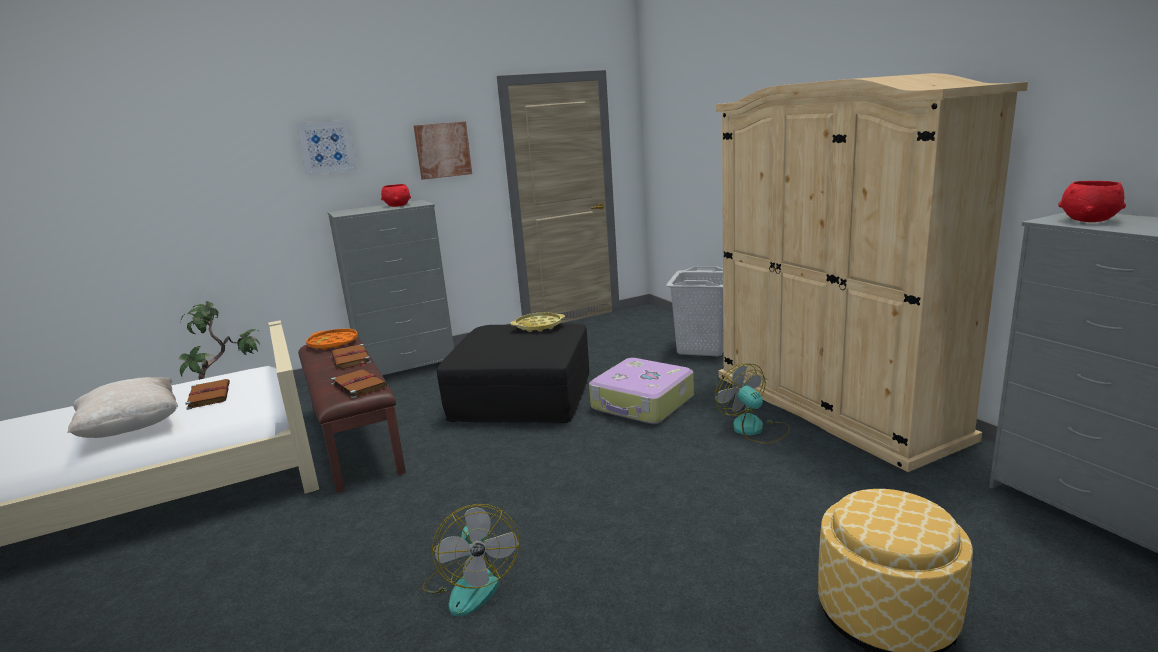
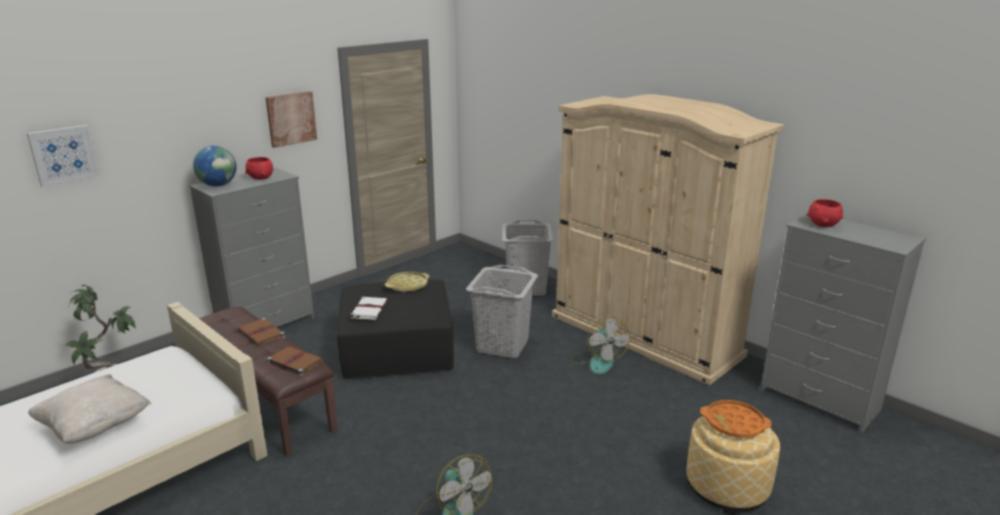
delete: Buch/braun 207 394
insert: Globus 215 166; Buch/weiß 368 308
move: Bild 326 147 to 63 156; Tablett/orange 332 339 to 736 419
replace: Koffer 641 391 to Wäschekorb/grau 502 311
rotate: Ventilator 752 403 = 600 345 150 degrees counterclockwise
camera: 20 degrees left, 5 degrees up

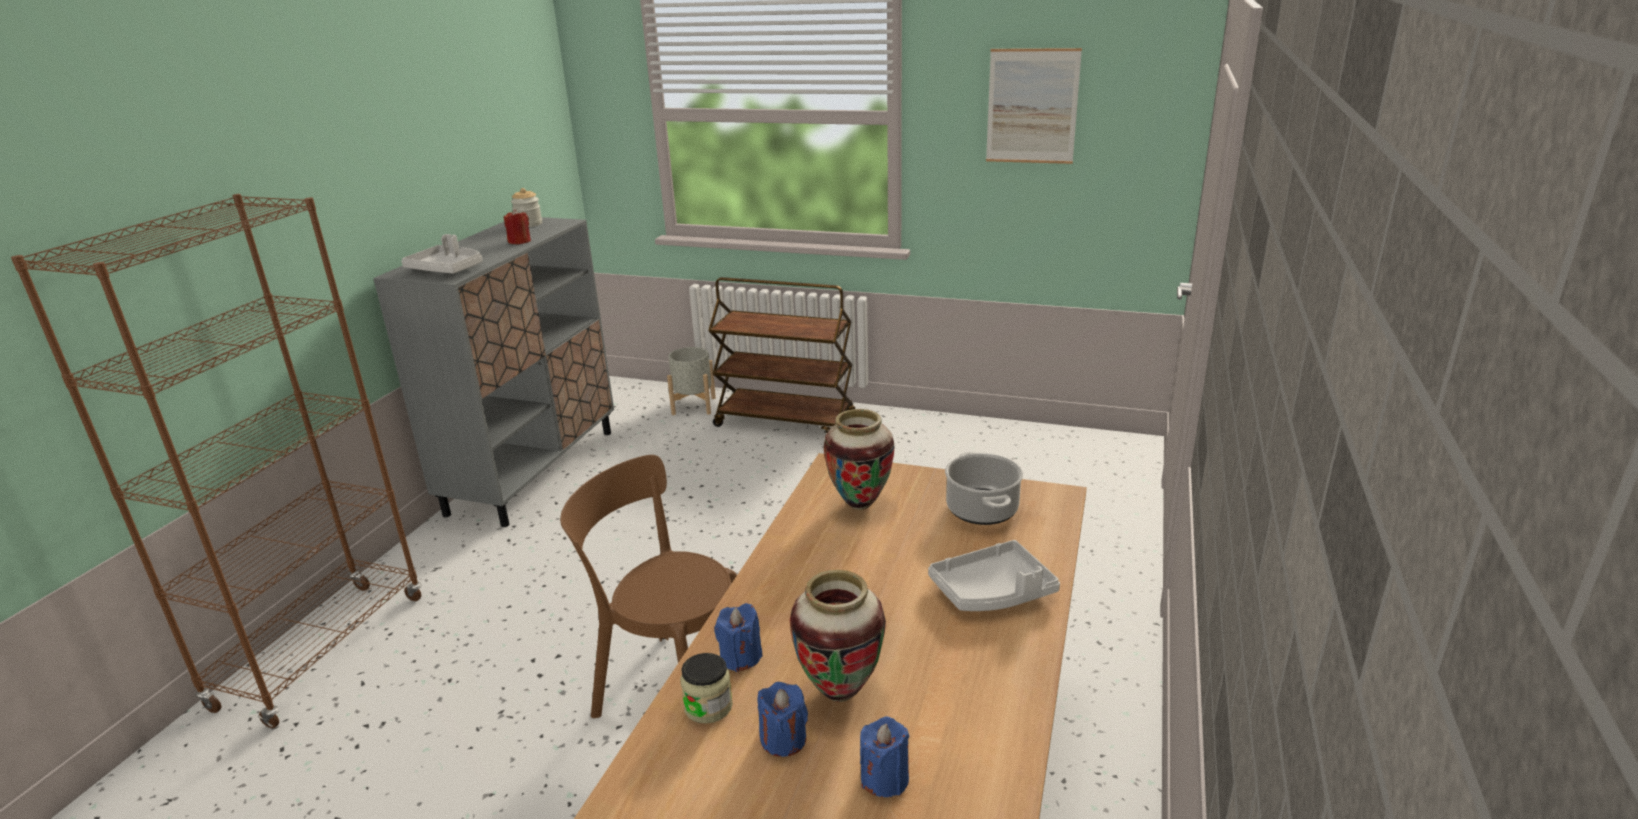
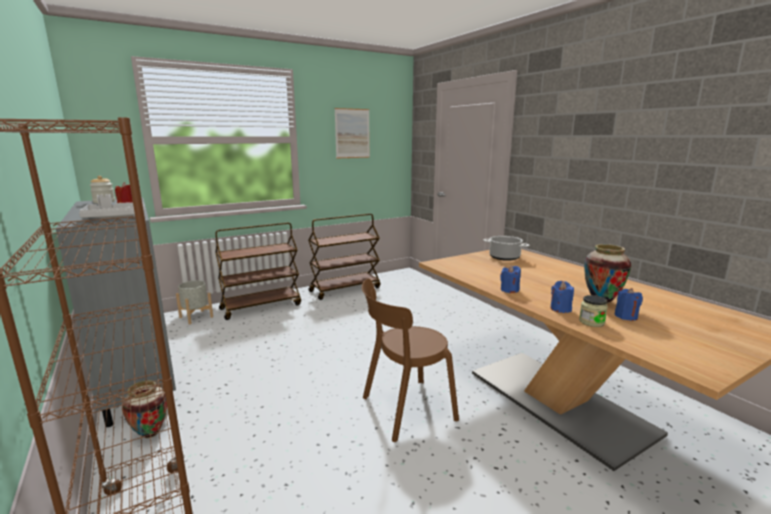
delete: Tablett/grau 994 575
insert: Rollwagen/braun 344 257
move: Vase 859 459 to 145 409; Kerze/blau 885 756 to 510 279
camera: 50 degrees left, 10 degrees down

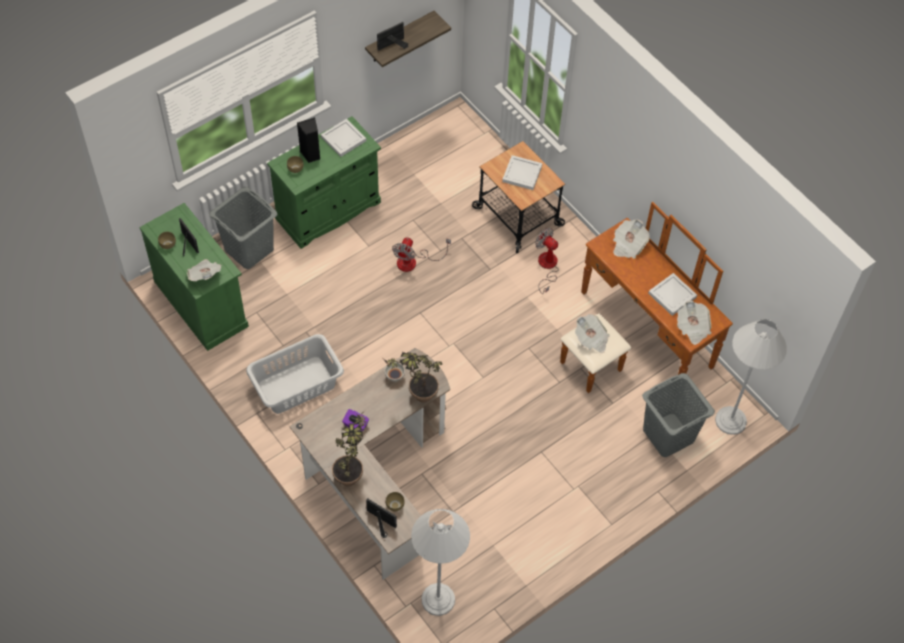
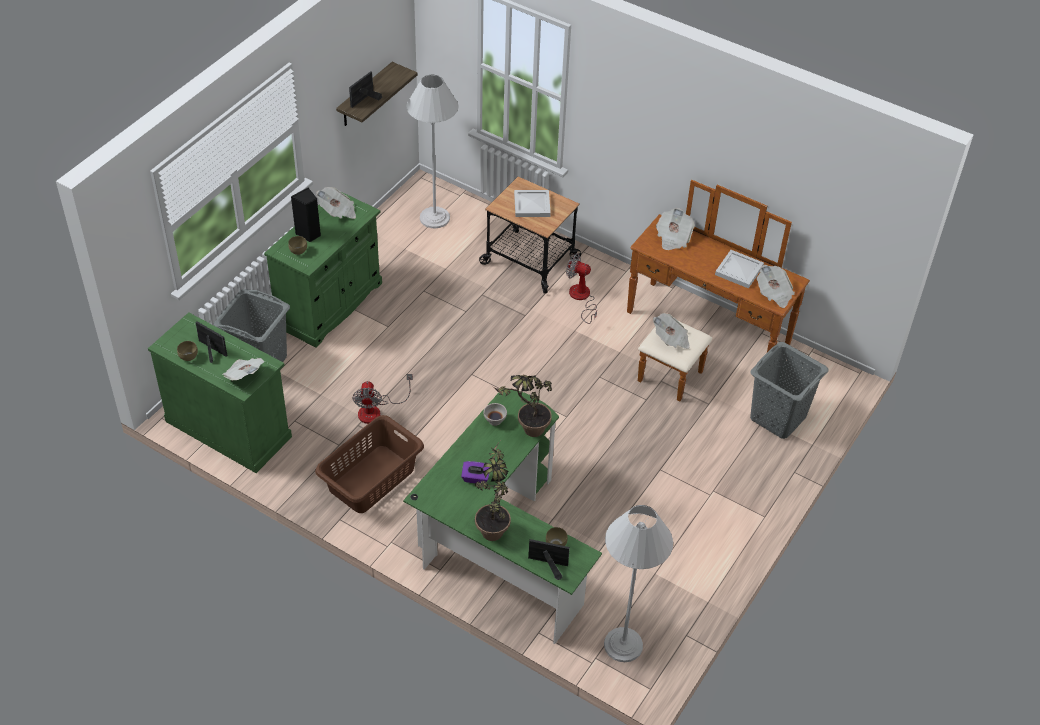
move: Ventilator 421 254 to 382 399; Stehlampe/weiß 751 377 to 432 151
replace: Tablett/weiß 343 138 to Zeitung 336 203
recolor: Wäschekorb/grau 295 374 to Wäschekorb/braun 369 464; Schreibtisch/braun 369 464 to Schreibtisch/grün 502 516
camera: 20 degrees left, 10 degrees down

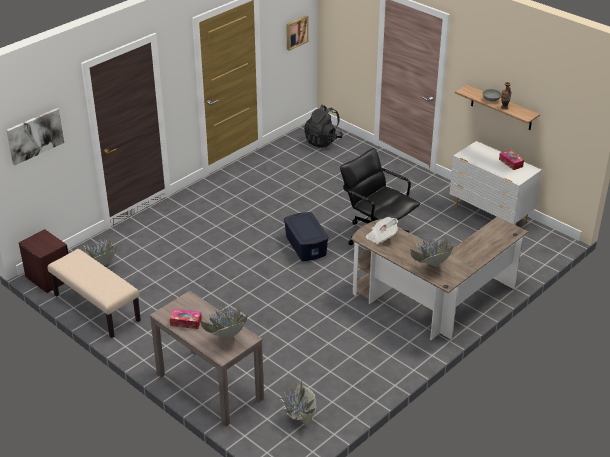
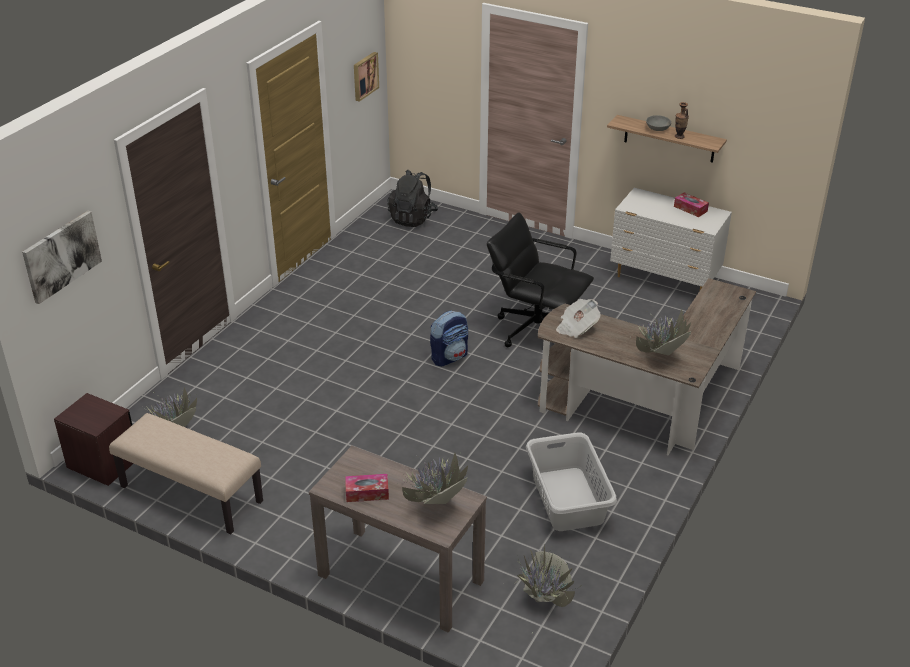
insert: Wäschekorb/grau 571 481
replace: Aufbewahrungsbox/blau 306 236 to Rucksack 449 339
camera: 15 degrees left, 0 degrees up

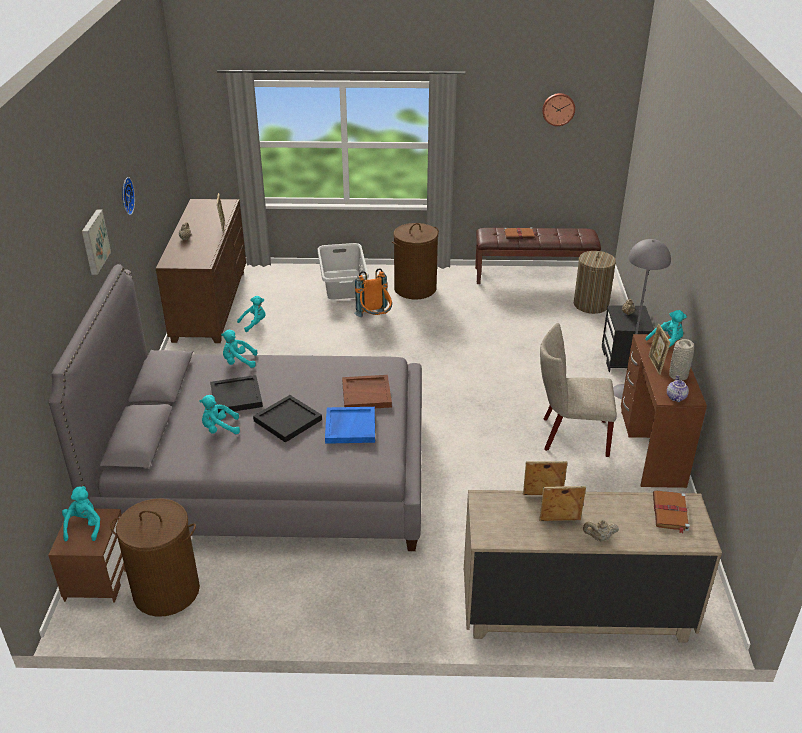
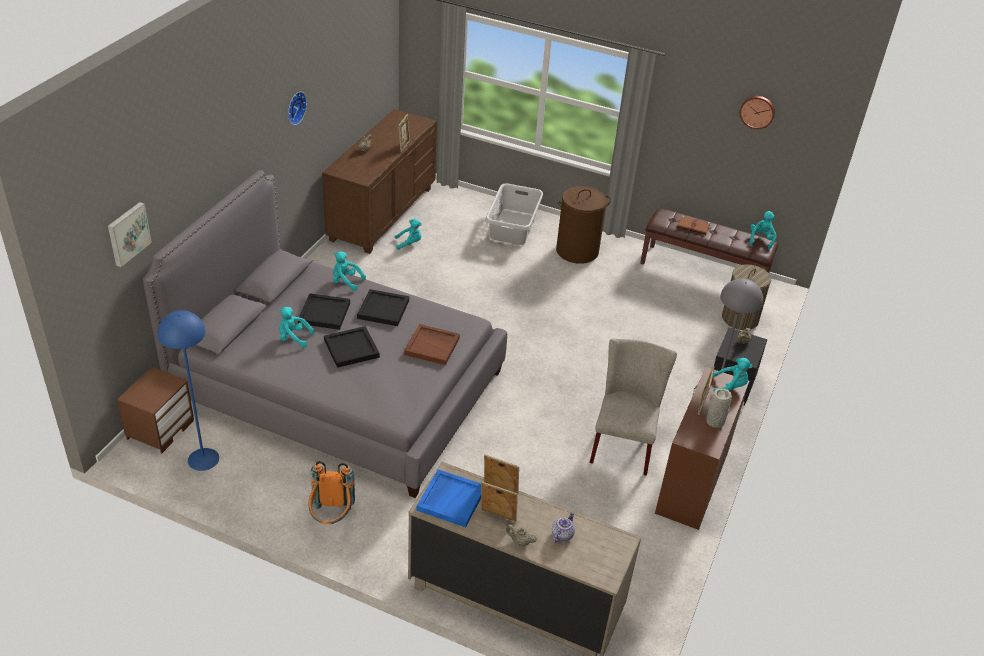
delete: Buch/braun 671 511
insert: Tablett/schwarz 383 307
move: Plüschtier/türkis 81 513 to 762 230; Bild 96 242 to 130 234; Tablett/blau 350 425 to 449 498; Rucksack/orange 373 292 to 332 492; Teekanne 678 388 to 563 527
replace: Wäschekorb/braun 155 557 to Stehlampe/blau 188 390
rotate: Stuhl/beige 578 390 = 633 407 75 degrees clockwise
camera: 20 degrees right, 5 degrees up

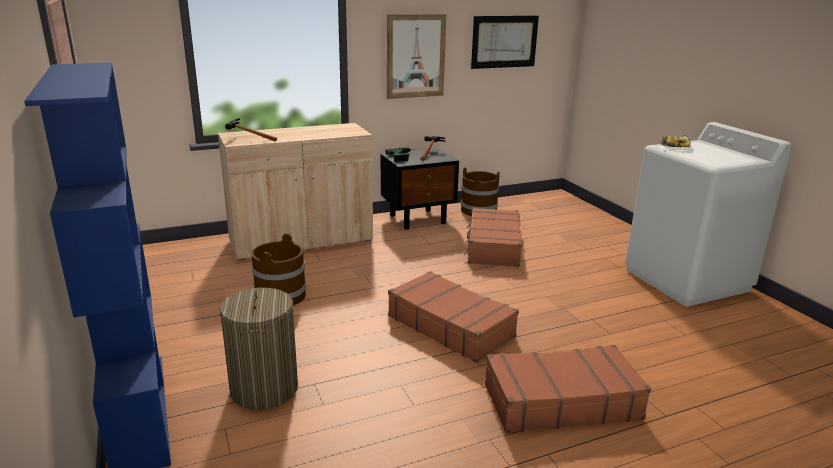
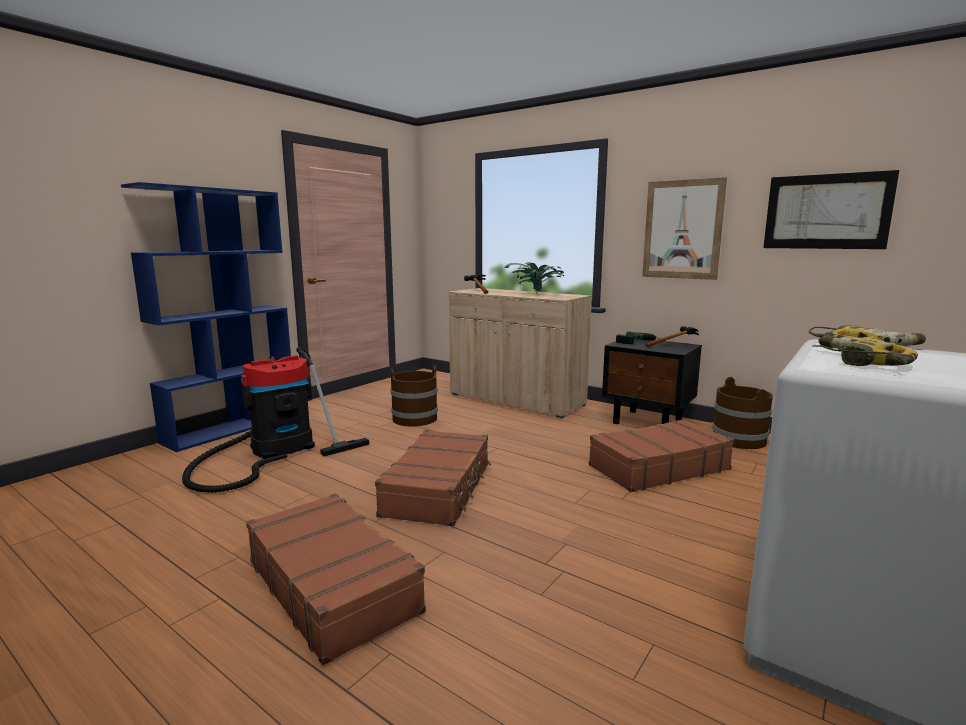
insert: Topfpflanze 535 277; Bohrmaschine 865 350
replace: Wäschekorb 259 348 to Staubsauger 275 420
camera: 60 degrees right, 10 degrees down

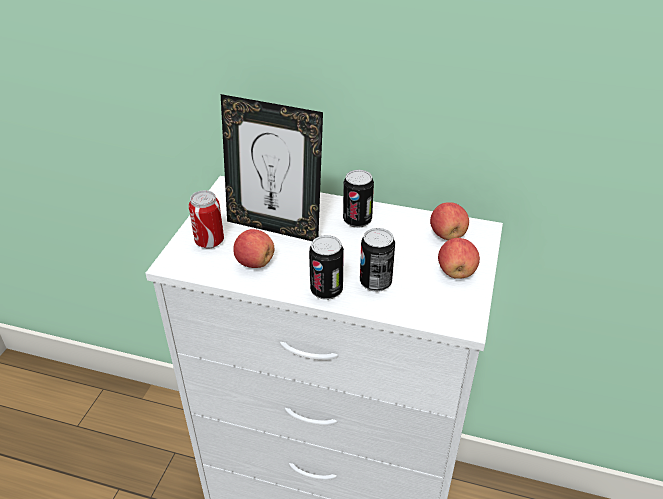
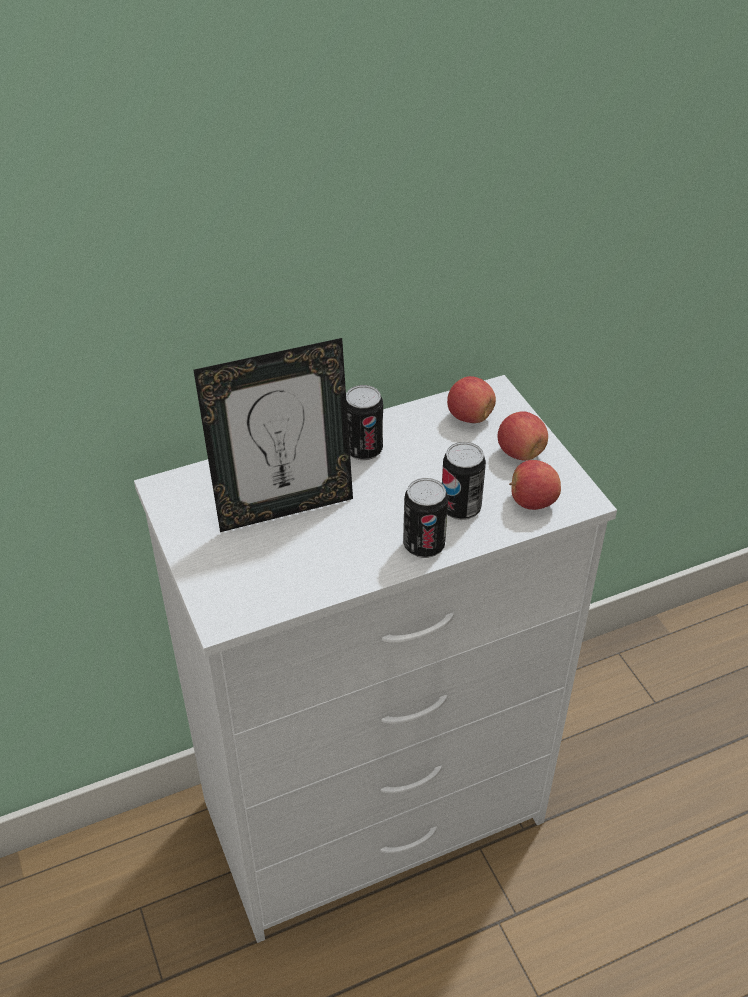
delete: Dose 206 219
move: Apfel 253 248 to 535 485
camera: 40 degrees left, 5 degrees up

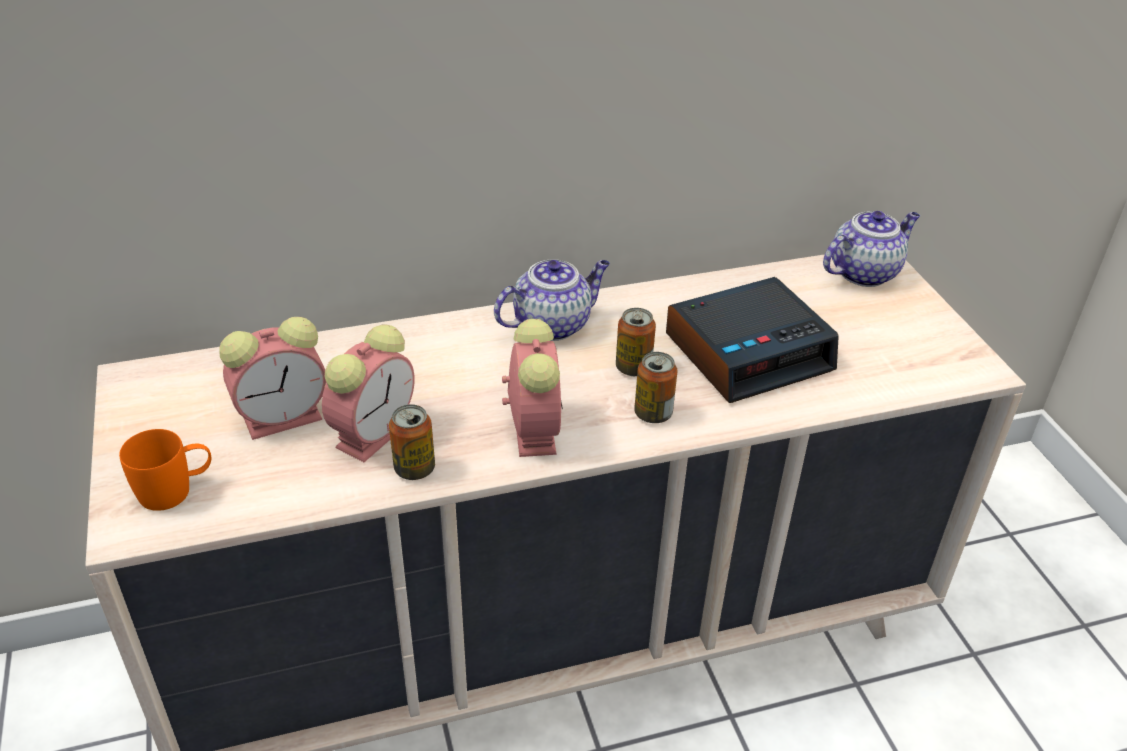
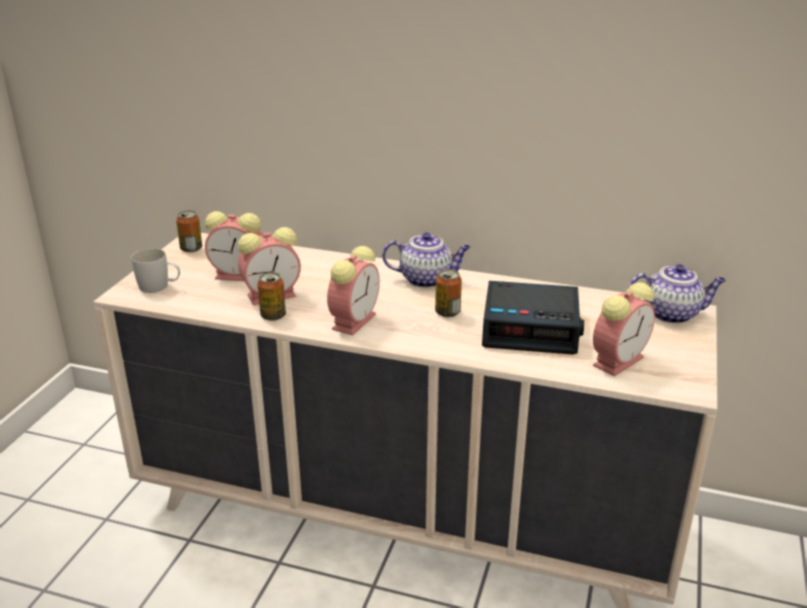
insert: Wecker 624 329
move: Dose 655 387 to 189 231
recolor: Henkelbecher/orange 165 470 to Henkelbecher/weiß 155 270
camera: 35 degrees right, 10 degrees down

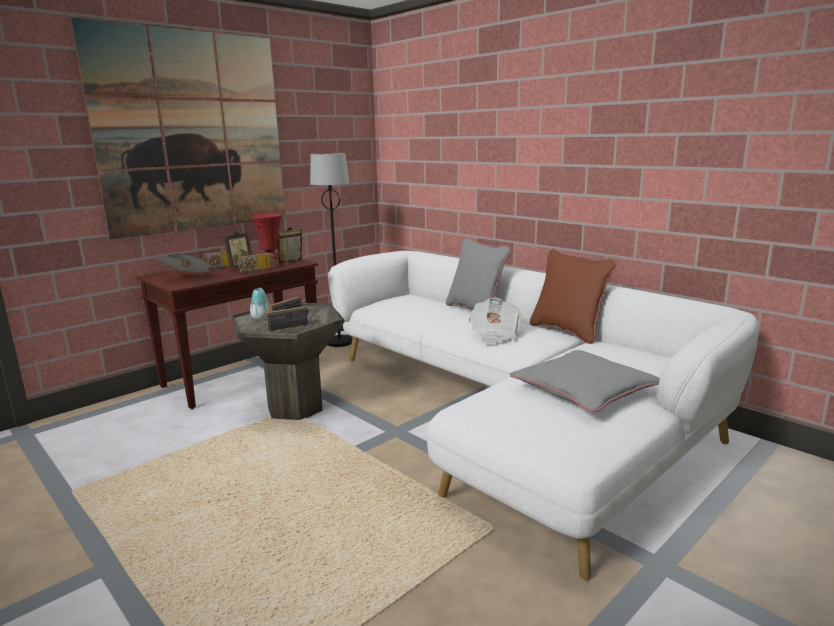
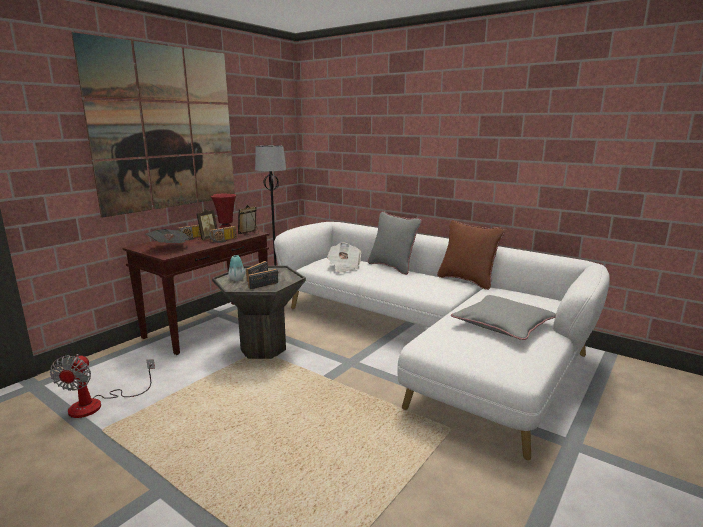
insert: Ventilator 102 386
move: Zeitung 495 321 to 344 257
camera: 10 degrees left, 0 degrees up

